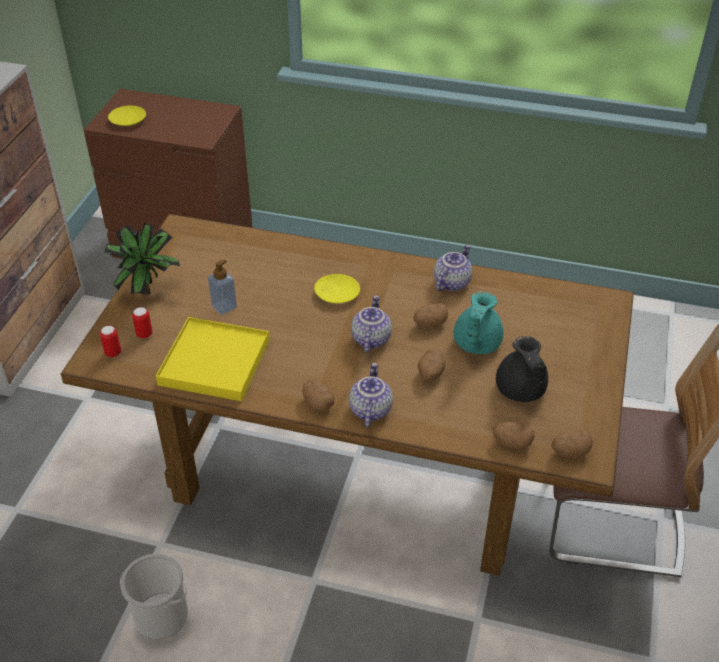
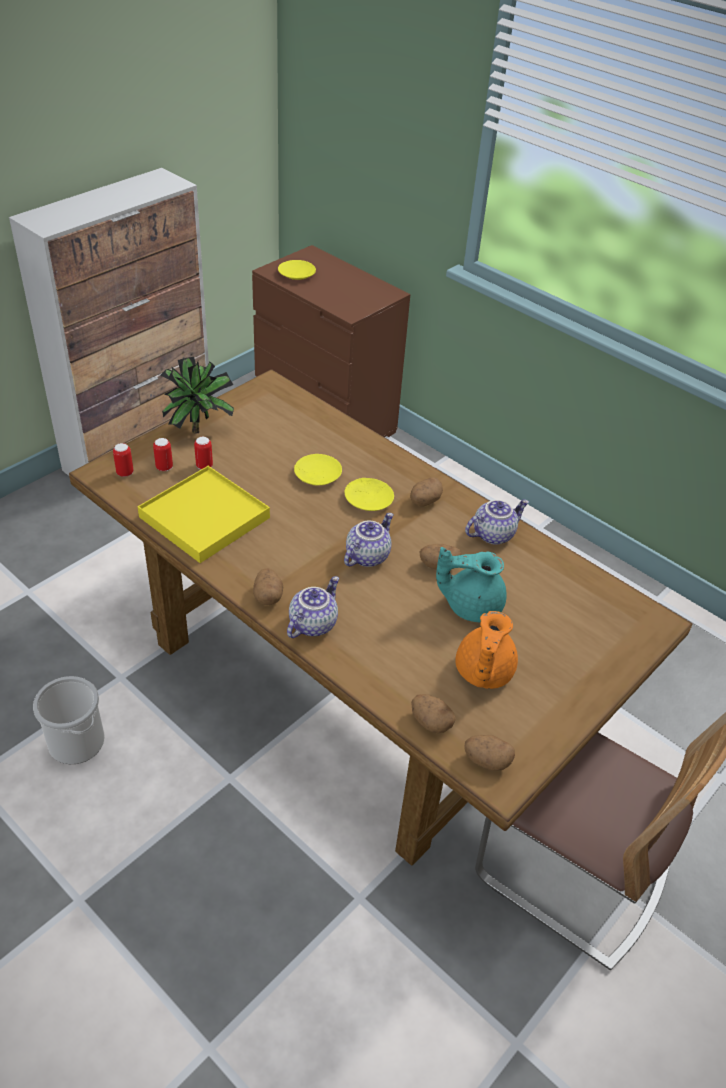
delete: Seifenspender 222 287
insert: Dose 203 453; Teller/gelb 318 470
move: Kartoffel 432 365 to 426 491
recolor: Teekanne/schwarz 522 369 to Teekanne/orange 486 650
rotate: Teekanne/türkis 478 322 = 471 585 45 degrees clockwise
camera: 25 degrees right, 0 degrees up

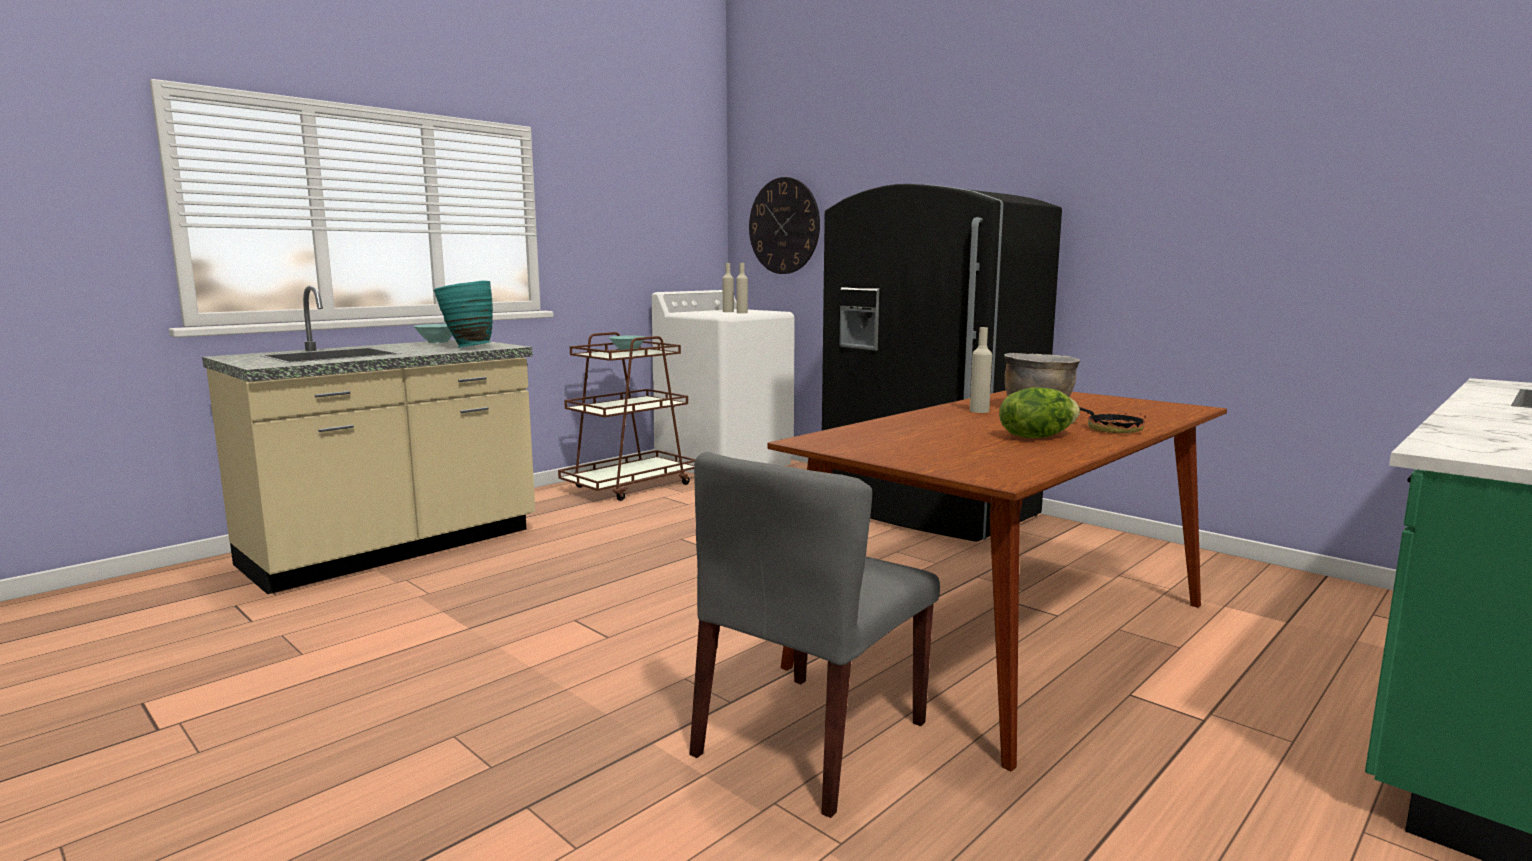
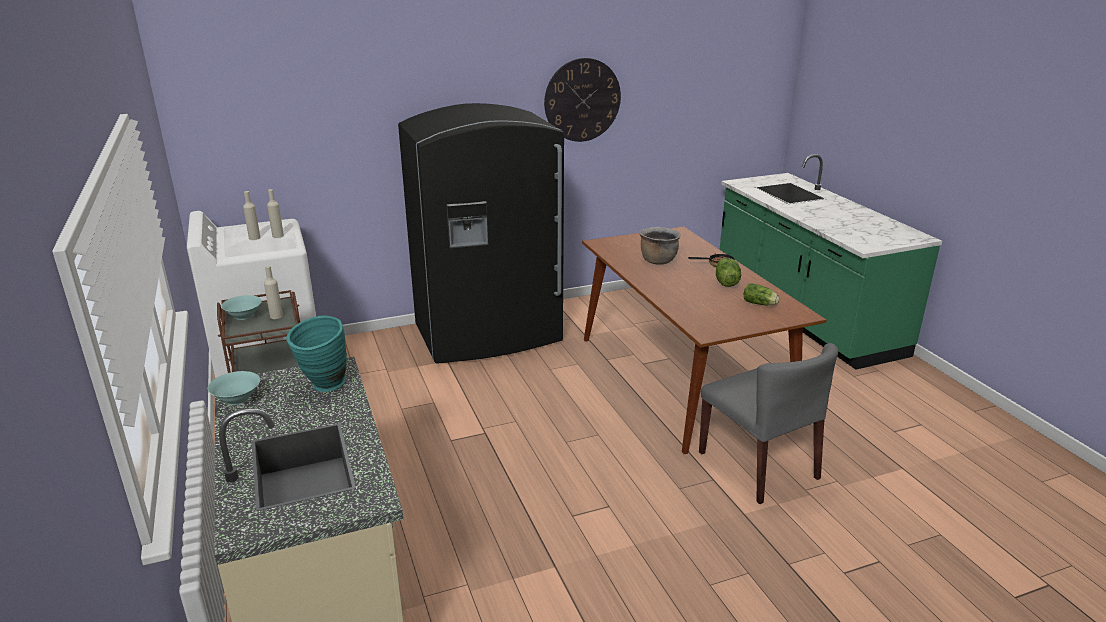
insert: Salatkopf 762 294
move: Wanduhr 784 225 to 582 100; Flasche/beige 981 370 to 273 292
camera: 65 degrees left, 15 degrees up

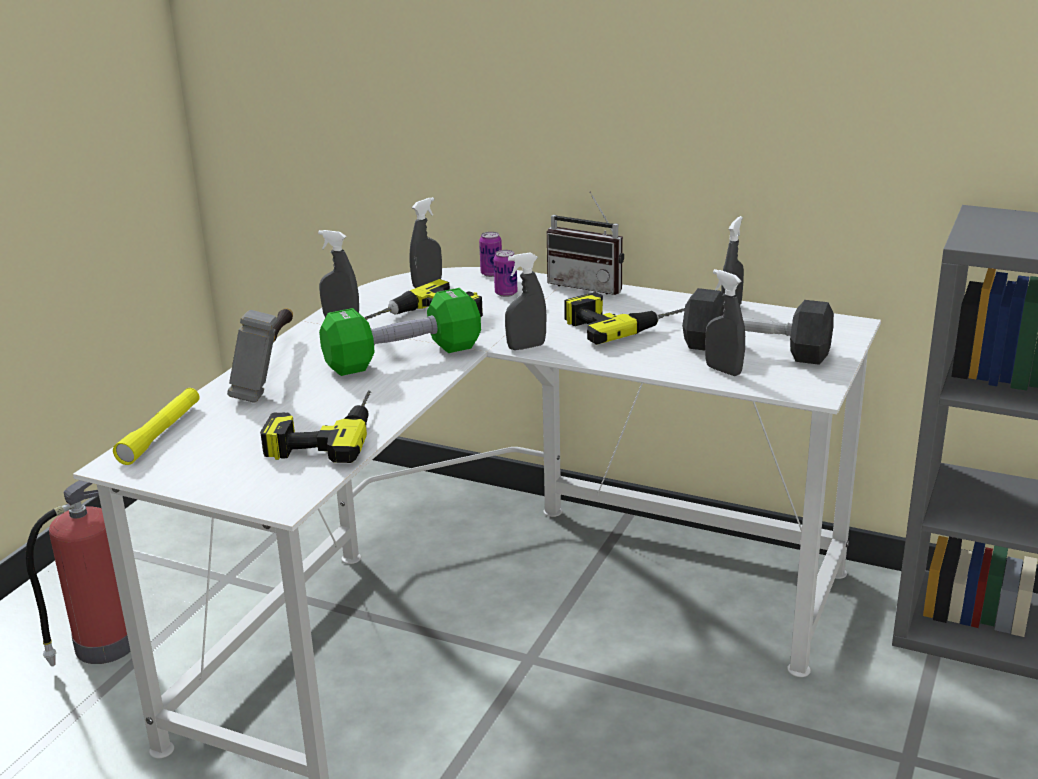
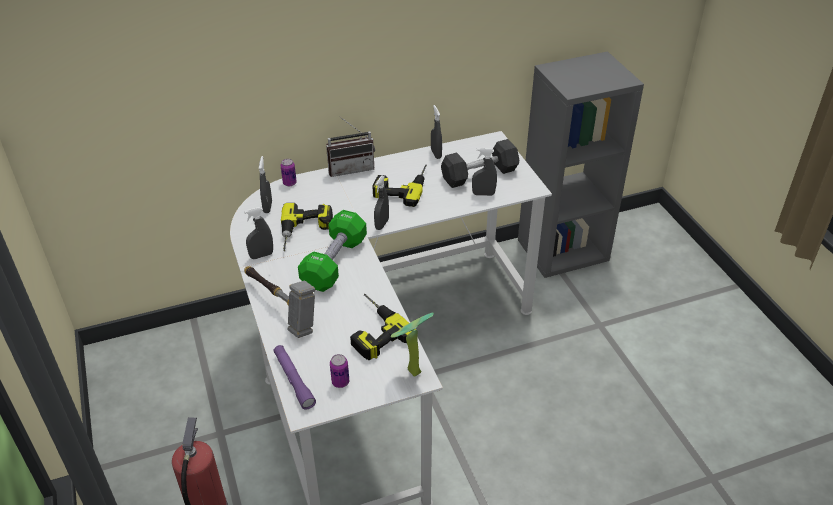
insert: Topfpflanze 412 344
move: Dose 505 273 to 339 371
recolor: Taschenlampe/gelb 156 426 to Taschenlampe/lila 294 377
camera: 45 degrees left, 15 degrees up

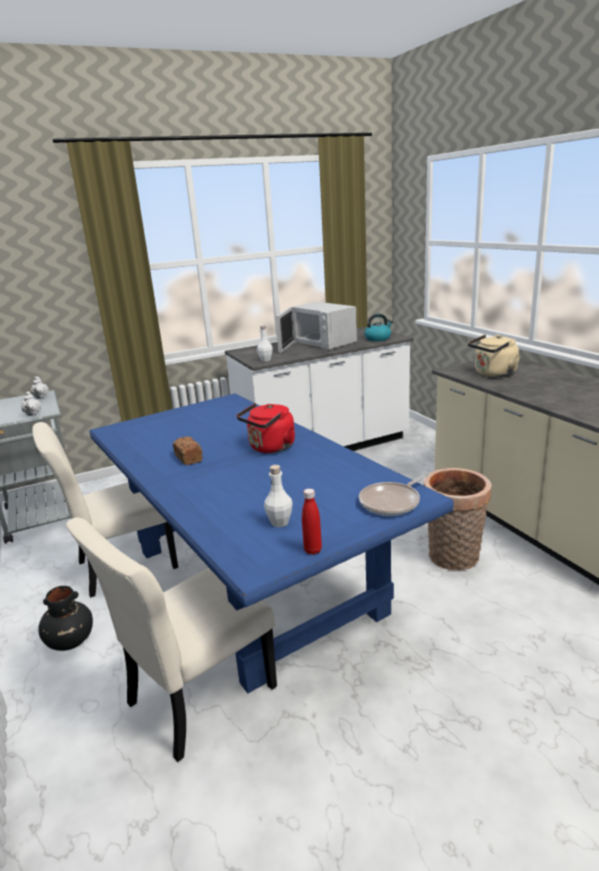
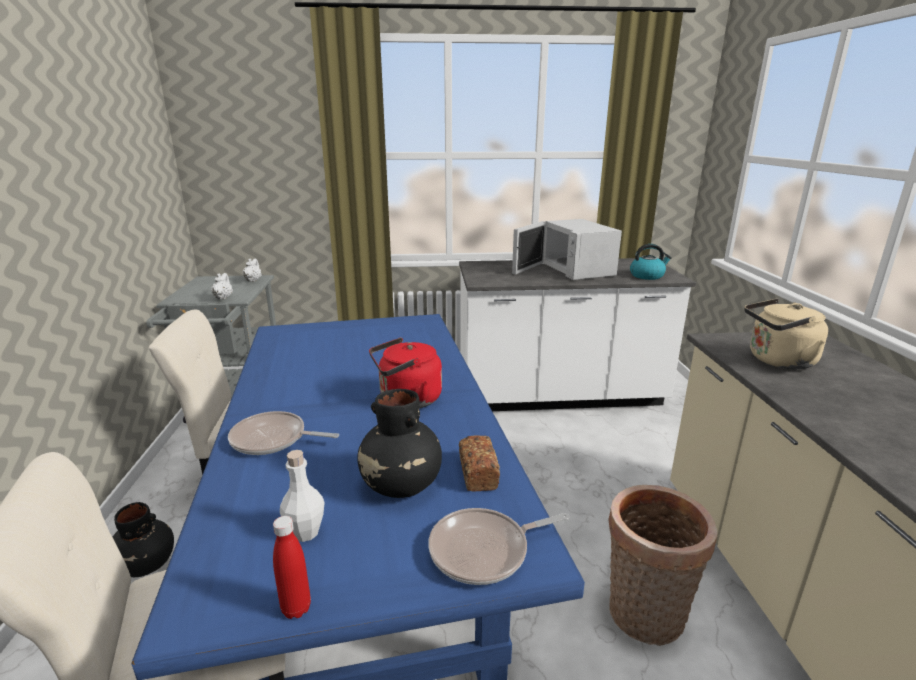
delete: Flasche/weiß 265 344
insert: Pfanne 283 433; Vase/schwarz 399 443
move: Brot 188 450 to 479 463
camera: 20 degrees right, 0 degrees up

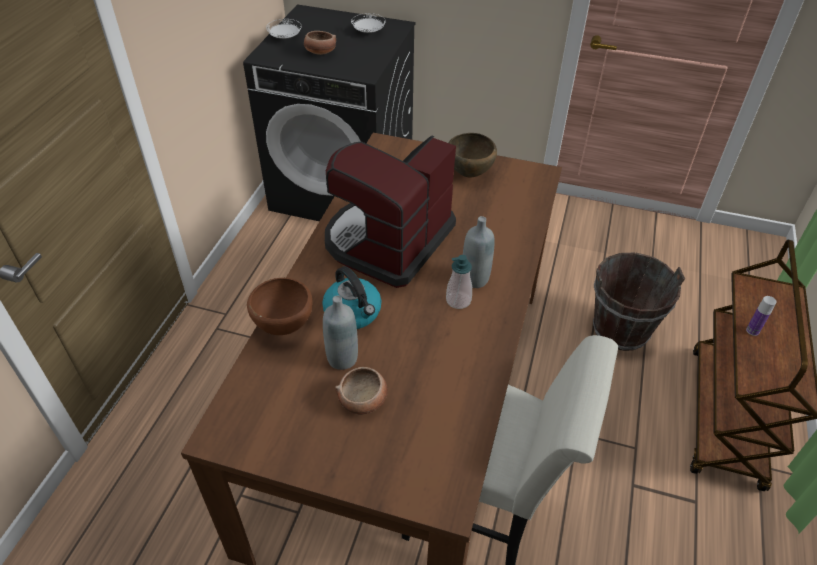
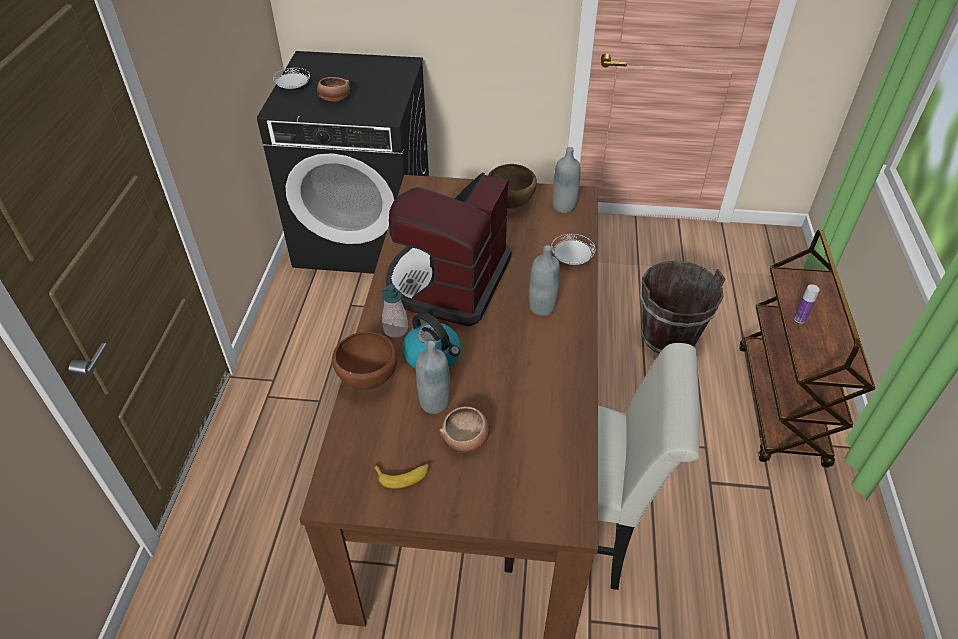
insert: Banane 401 476; Flasche/grau 566 180
move: Teller/weiß 368 23 to 573 249; Seifenspender 459 282 to 394 311
camera: 10 degrees left, 0 degrees up

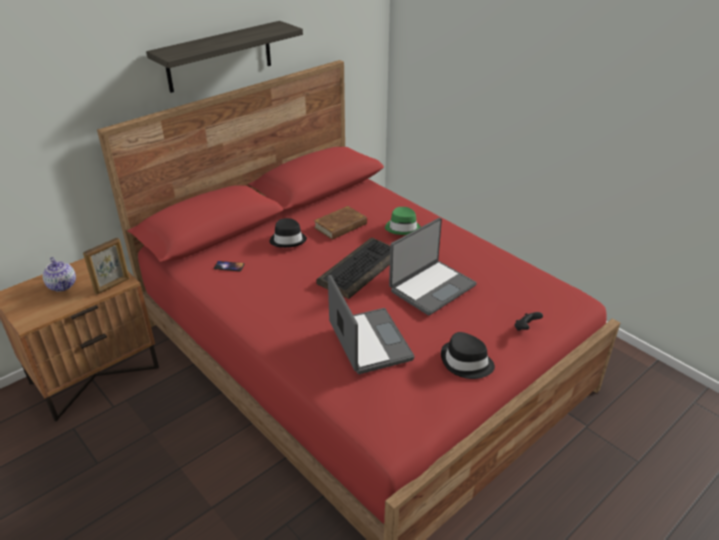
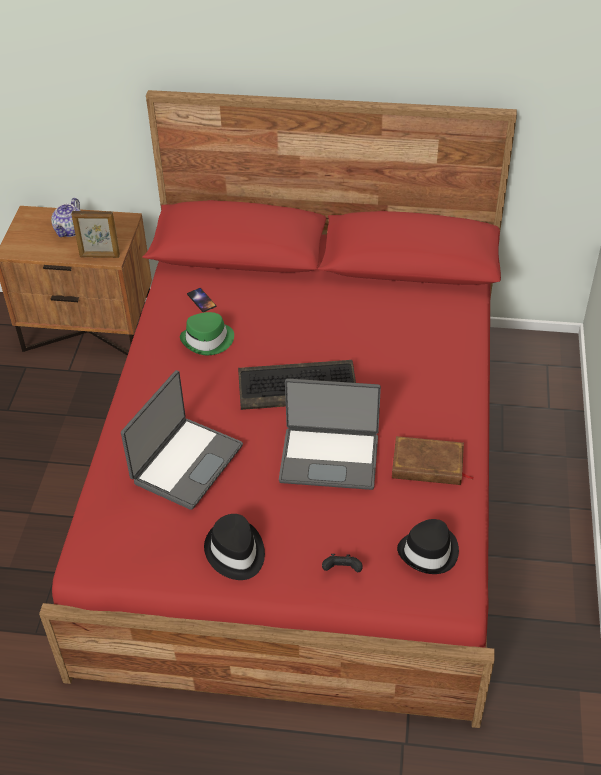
delete: Wandregal 224 57
move: Hut/schwarz 288 233 to 428 546; Buch/braun 341 223 to 433 460; Hut/grün 403 221 to 207 333
camera: 50 degrees right, 10 degrees up

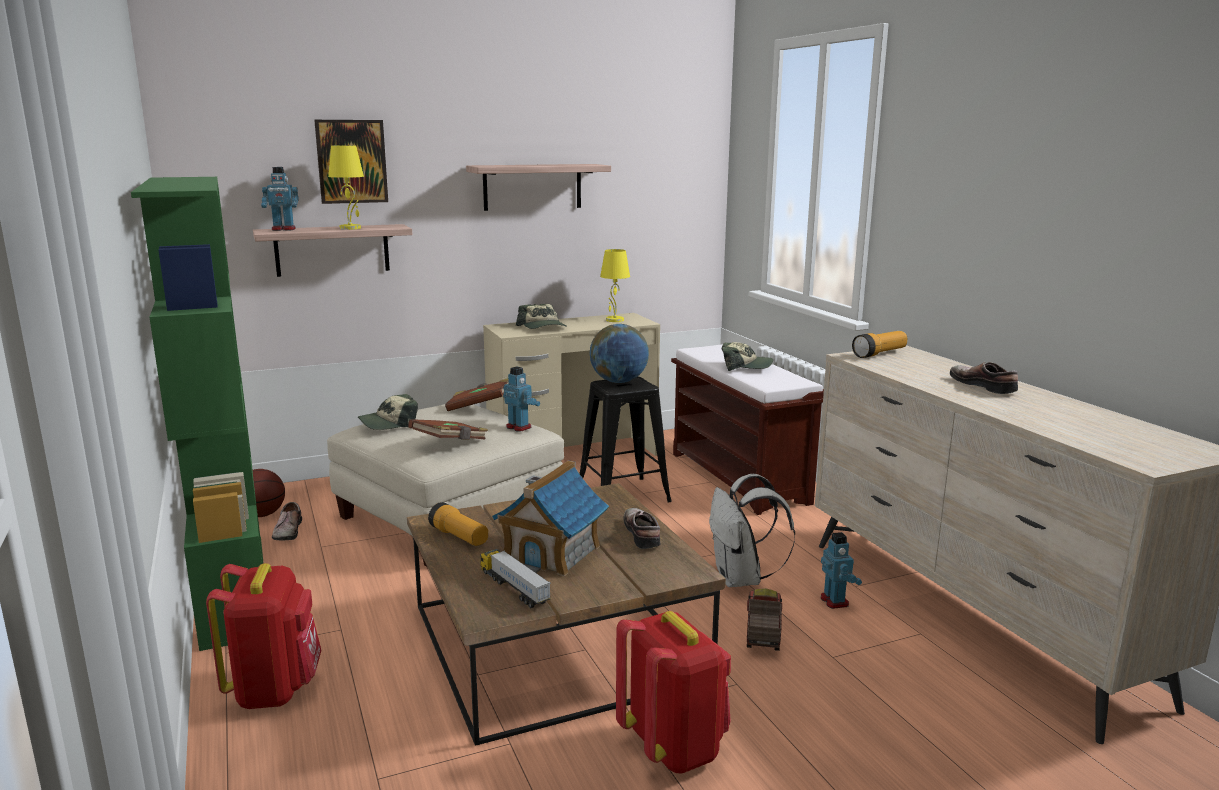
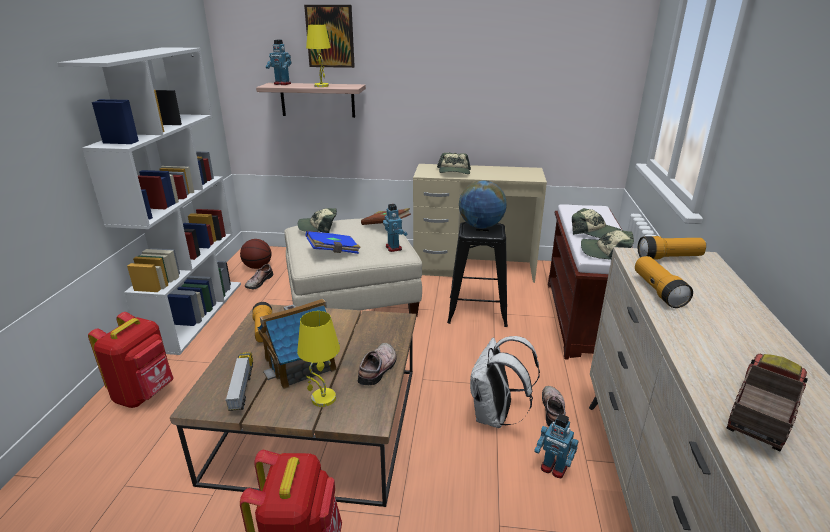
delete: Wandregal 538 187
insert: Kappe 607 245; Taschenlampe 664 282
move: Tischlampe/gelb 615 285 to 318 359; Spielzeuglaster 764 619 to 767 402; Schuh 984 378 to 554 406
recolor: Bücherregal/grün 197 414 to Bücherregal/weiß 149 201; Buch/braun 448 429 to Buch/blau 333 242
rotate: Spielzeugroboter 841 570 = 556 446 105 degrees clockwise
camera: 30 degrees right, 10 degrees up

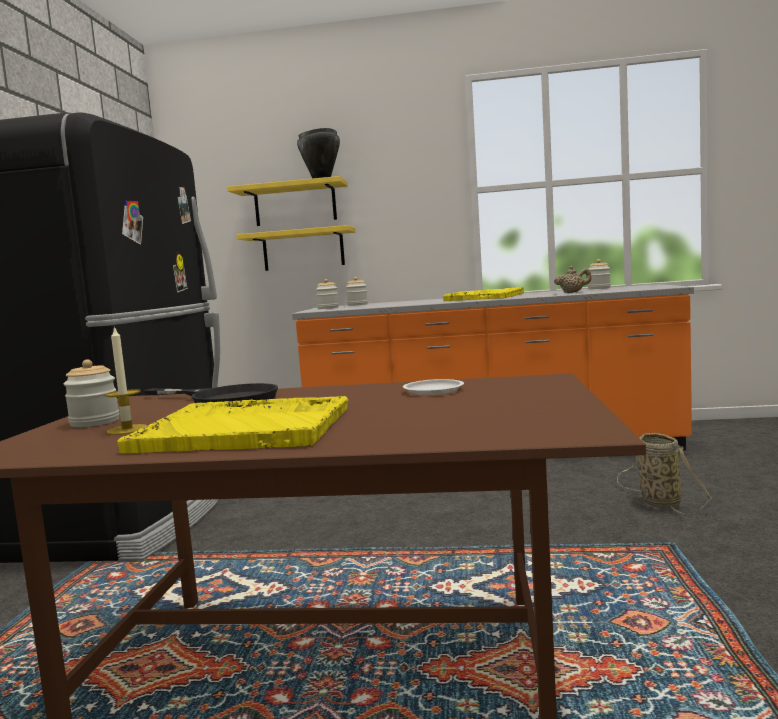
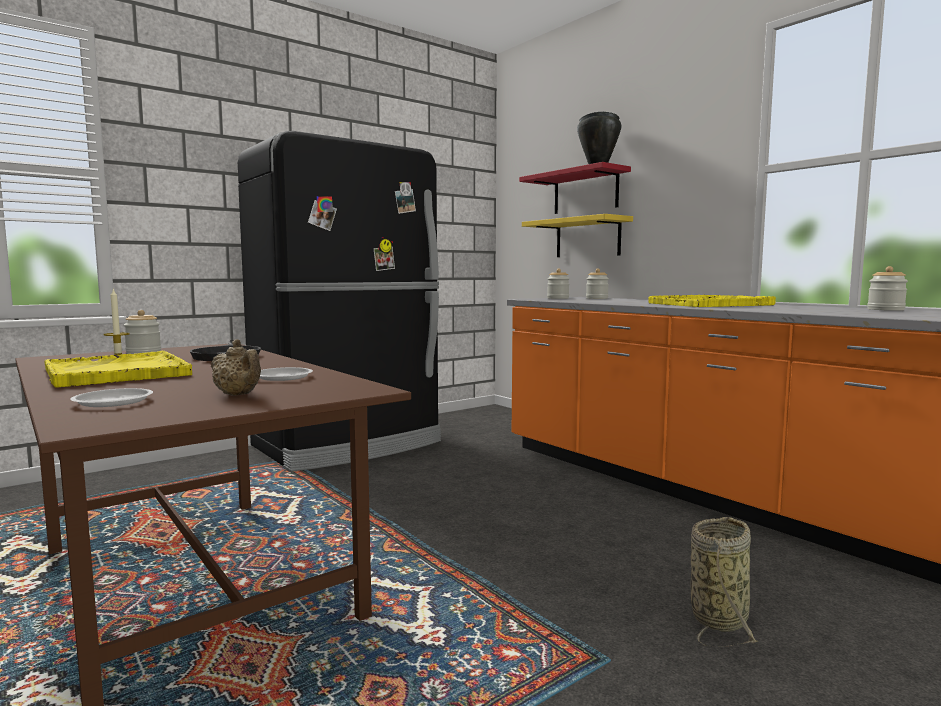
insert: Teller/weiß 111 397
move: Teekanne/beige 572 279 to 236 367
recolor: Wandregal/gelb 287 201 to Wandregal/rot 575 188
camera: 45 degrees right, 0 degrees up

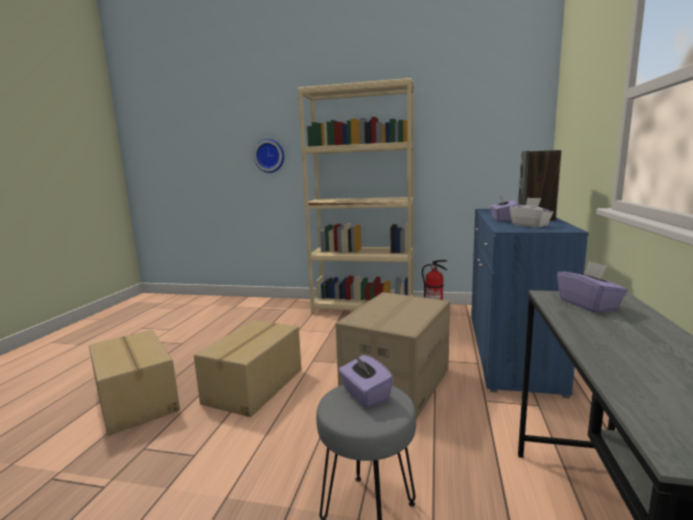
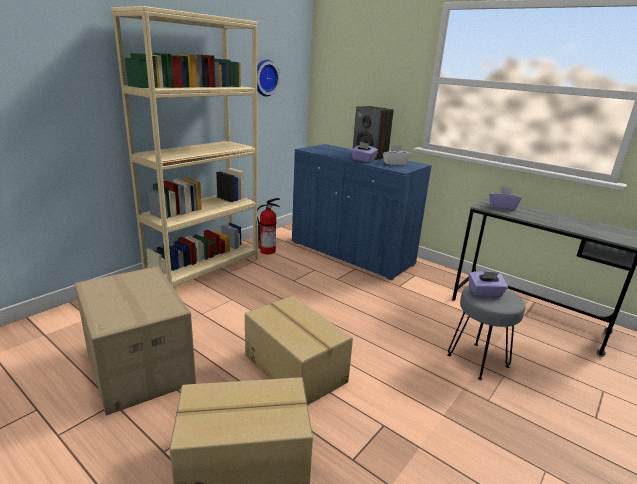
move: Wanduhr 268 156 to 268 78; Karton 393 355 to 135 340
camera: 65 degrees left, 10 degrees up

